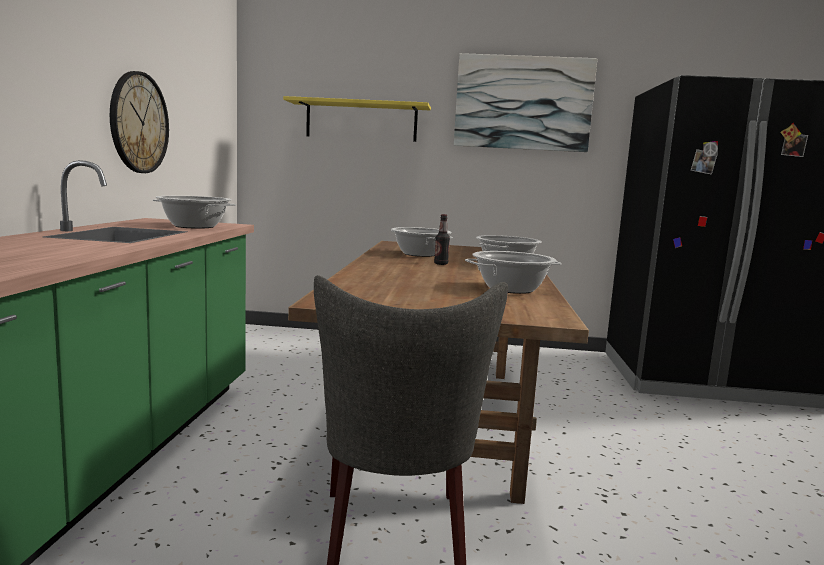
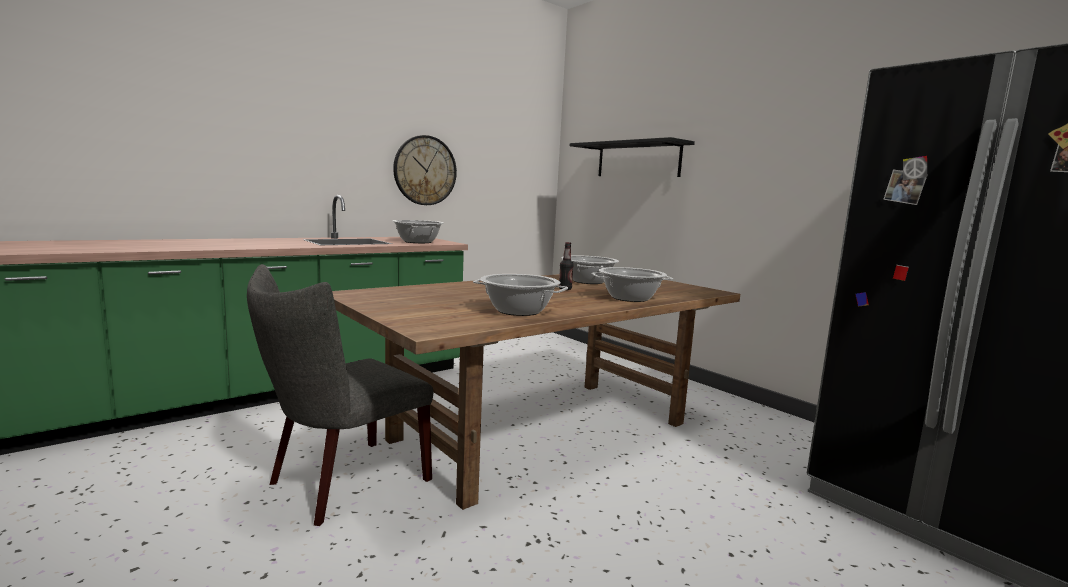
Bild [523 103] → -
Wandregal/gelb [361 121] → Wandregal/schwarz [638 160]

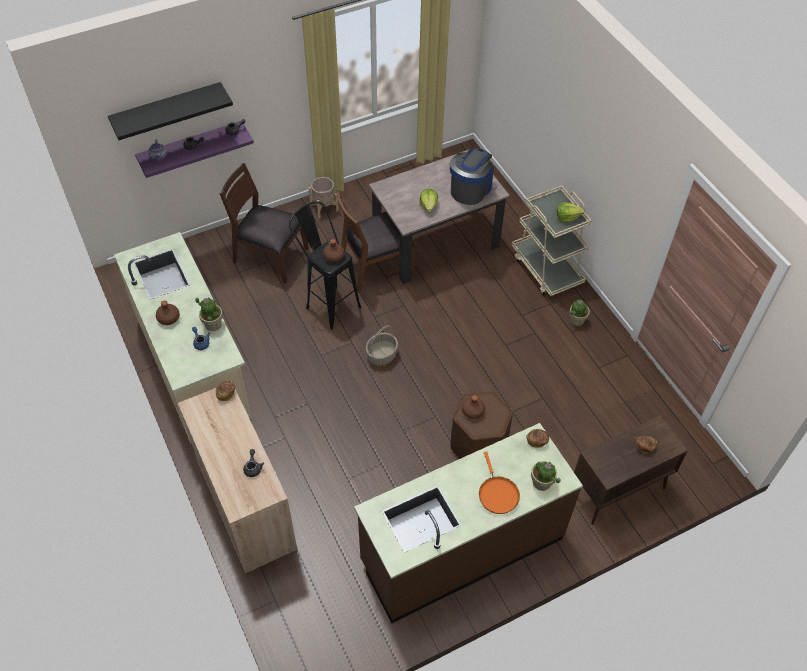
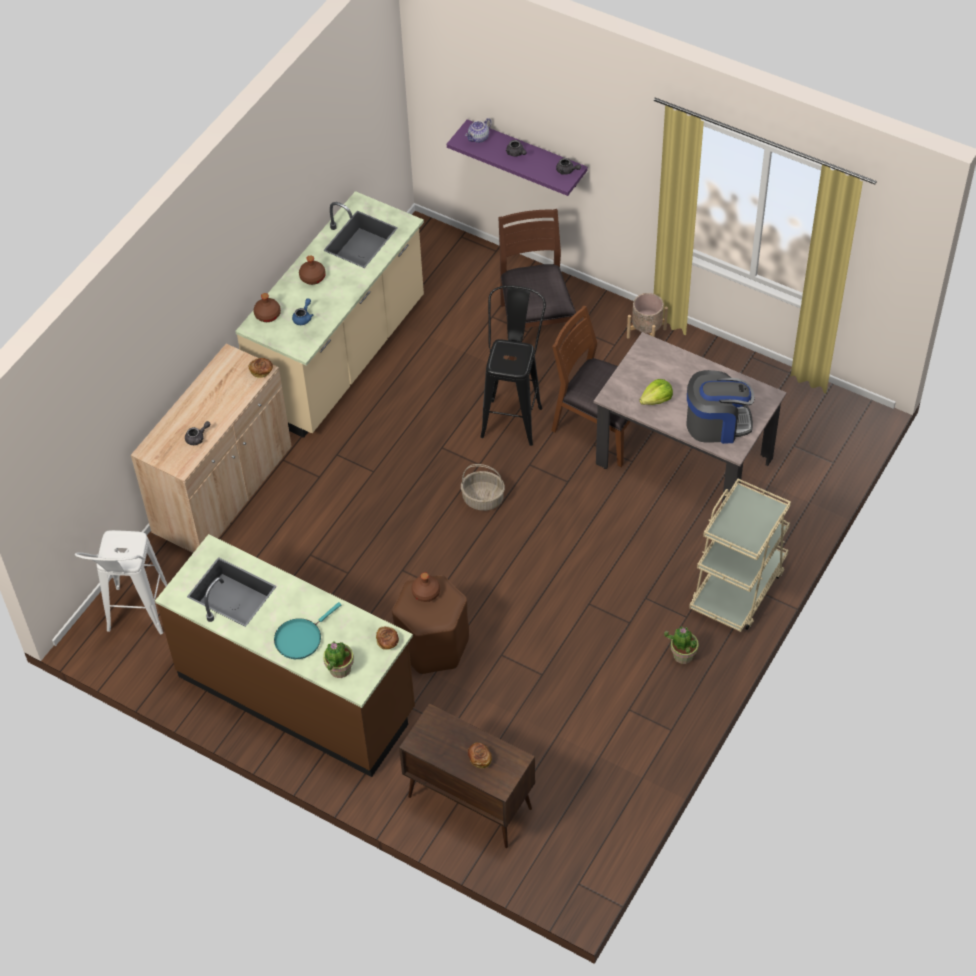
Wandregal/schwarz [167 109] → -
Salatkopf [567 217] → -
Flasche/braun [333 256] → Flasche/braun [267 314], relocated
Topfpflanze [213 324] → -
Pfanne/orange [497 494] → Pfanne/türkis [300 638]
- → Hocker/weiß [137 620]

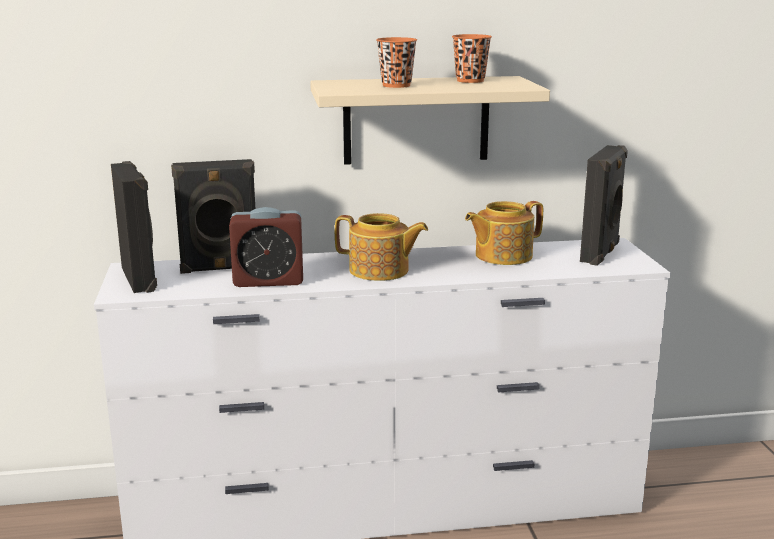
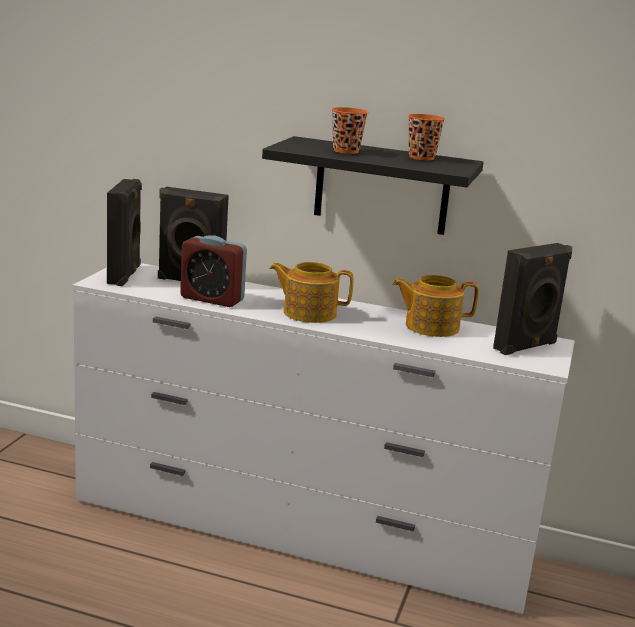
Wandregal/beige [416 120] → Wandregal/schwarz [382 186]
Teekanne [380 271] → Teekanne [308 313], 150 degrees clockwise

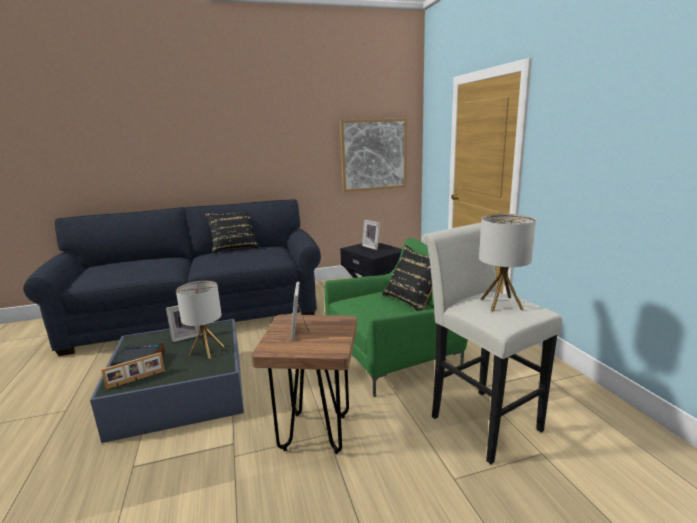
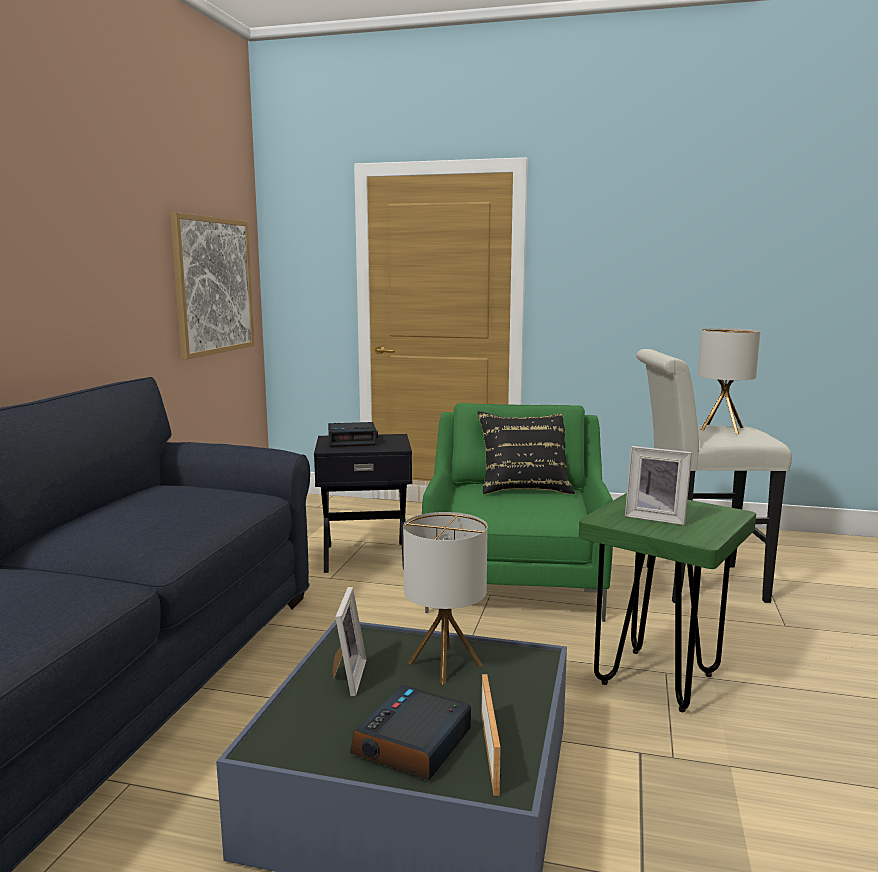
Kissen/schwarz [234 248] → -
Bilderrahmen [372 247] → Wecker [352 441]
Hocker/braun [315 433] → Hocker/grün [657 679]

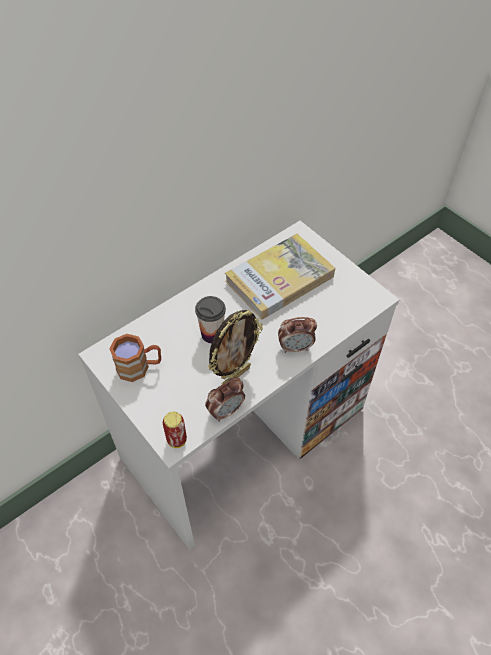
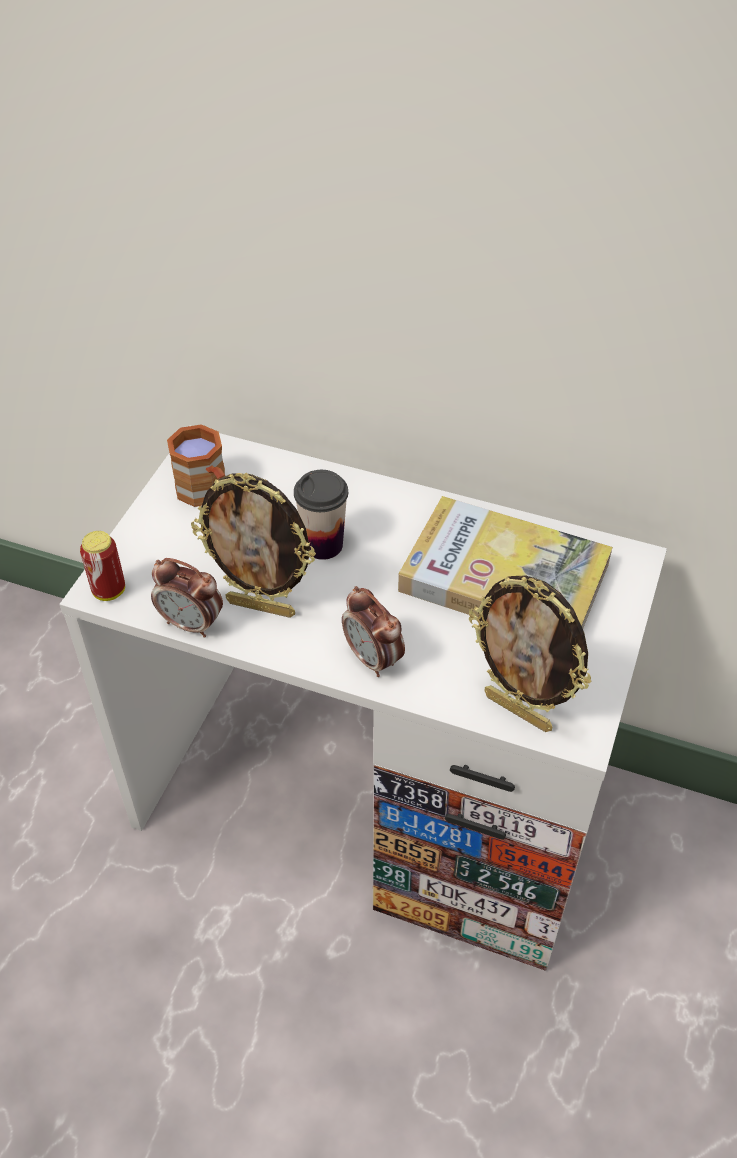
- → Bilderrahmen [519 711]

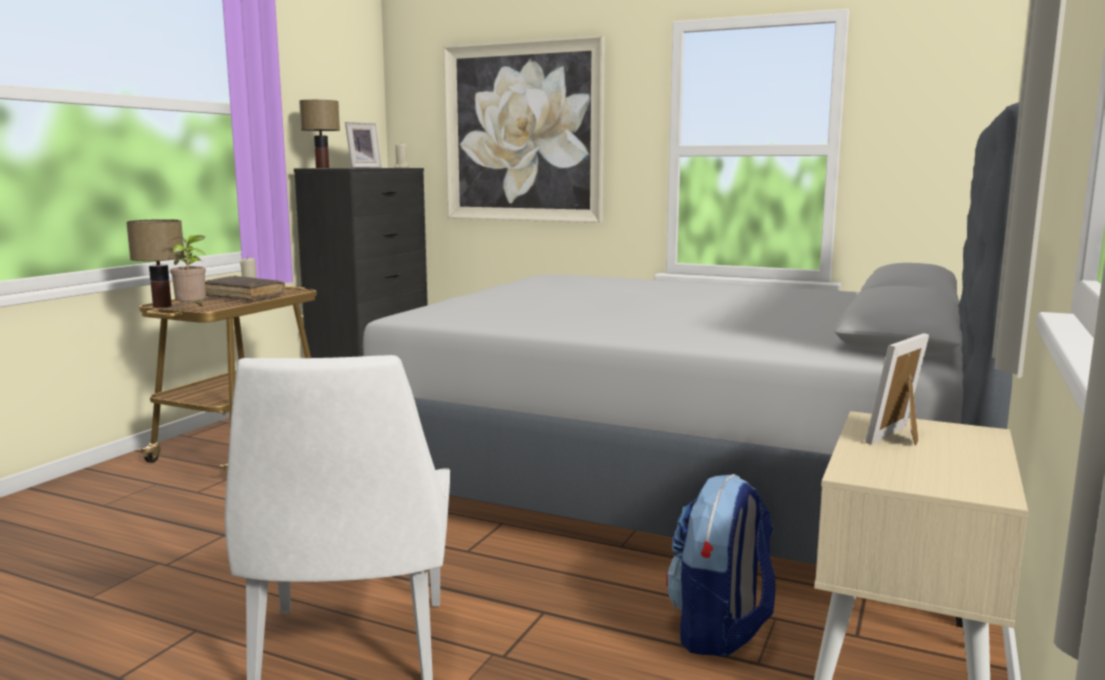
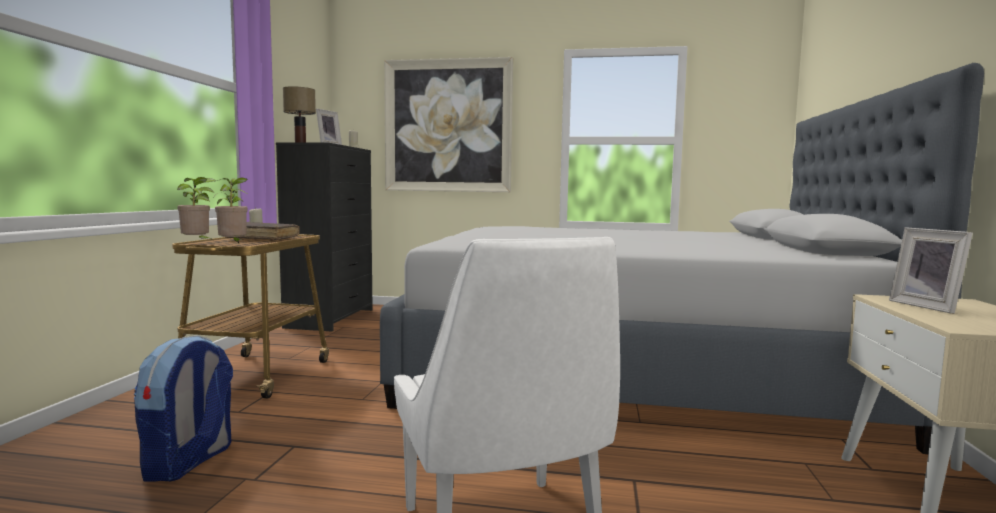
Tischlampe [163 306] → Topfpflanze [198 243]
Bilderrahmen [901 438] → Bilderrahmen [929 306], 45 degrees counterclockwise
Rucksack [720 630] → Rucksack [189 462], relocated

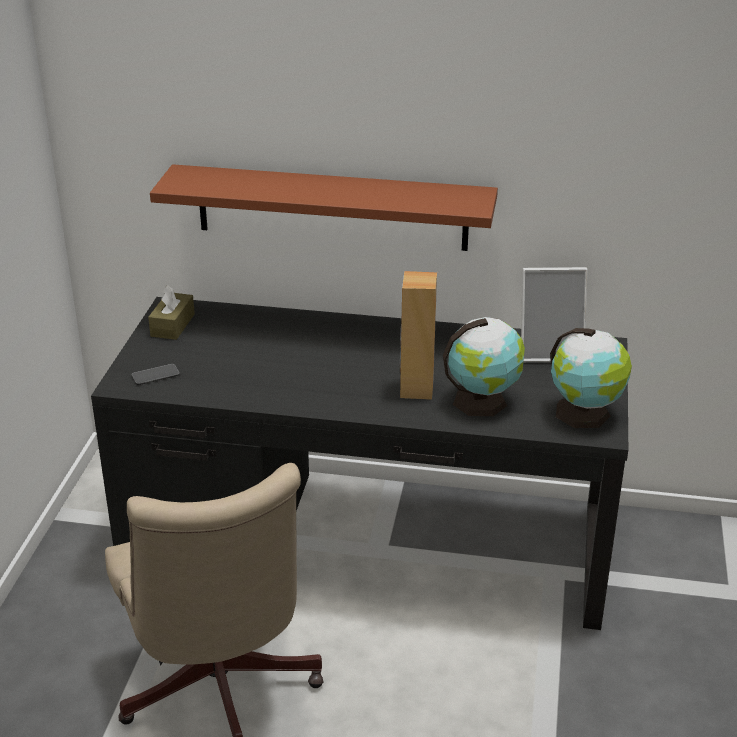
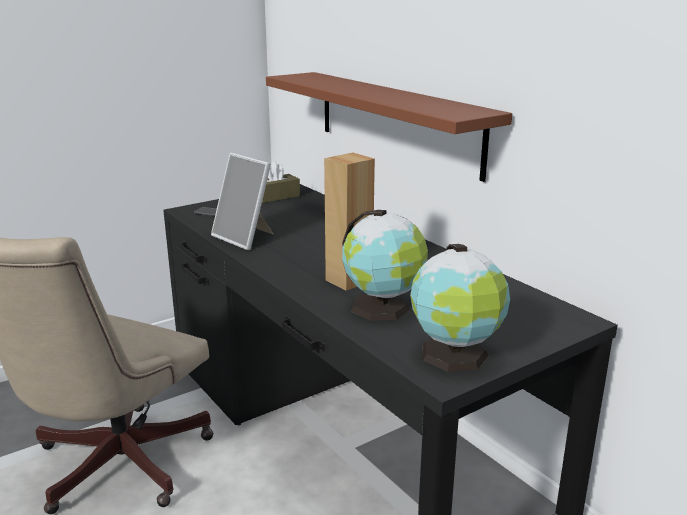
Bilderrahmen [550 351] → Bilderrahmen [246 238], relocated

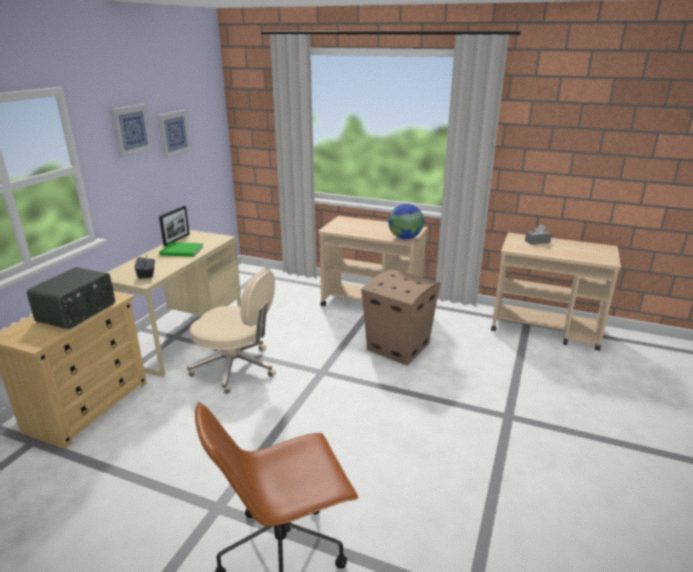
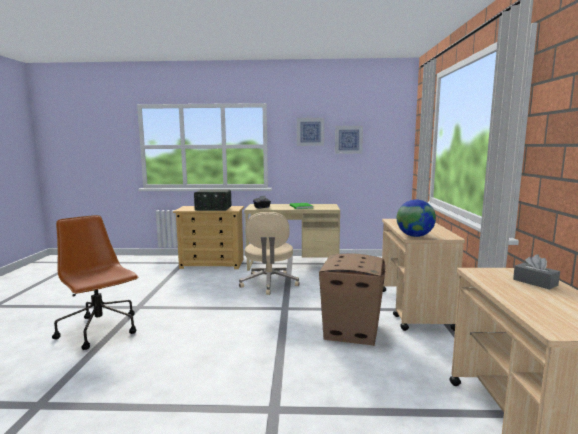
Bilderrahmen [177 240] → -

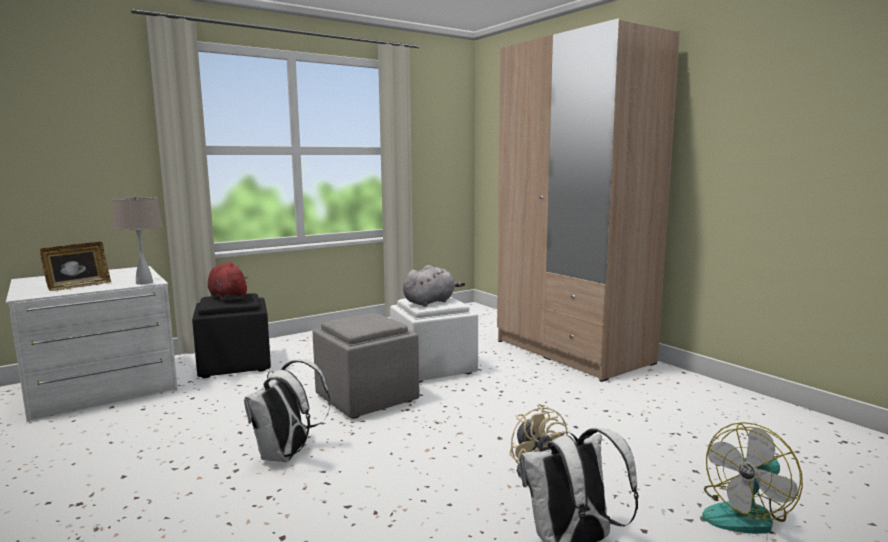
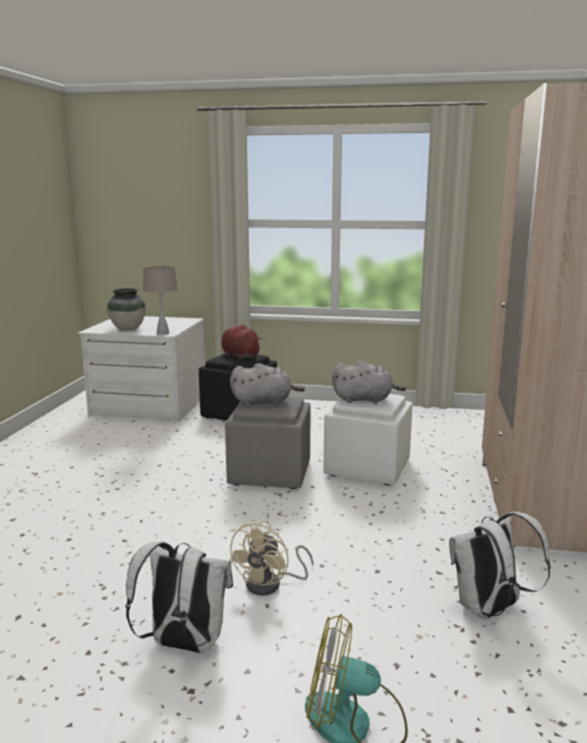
Bilderrahmen [78 286] → Vase [128 328]
Plüschtier/rot [227 297] → Plüschtier/rot [239 355], 45 degrees counterclockwise
Rucksack/weiß [286 455] → Rucksack/weiß [489 610], relocated
- → Plüschtier/grau [264 402]

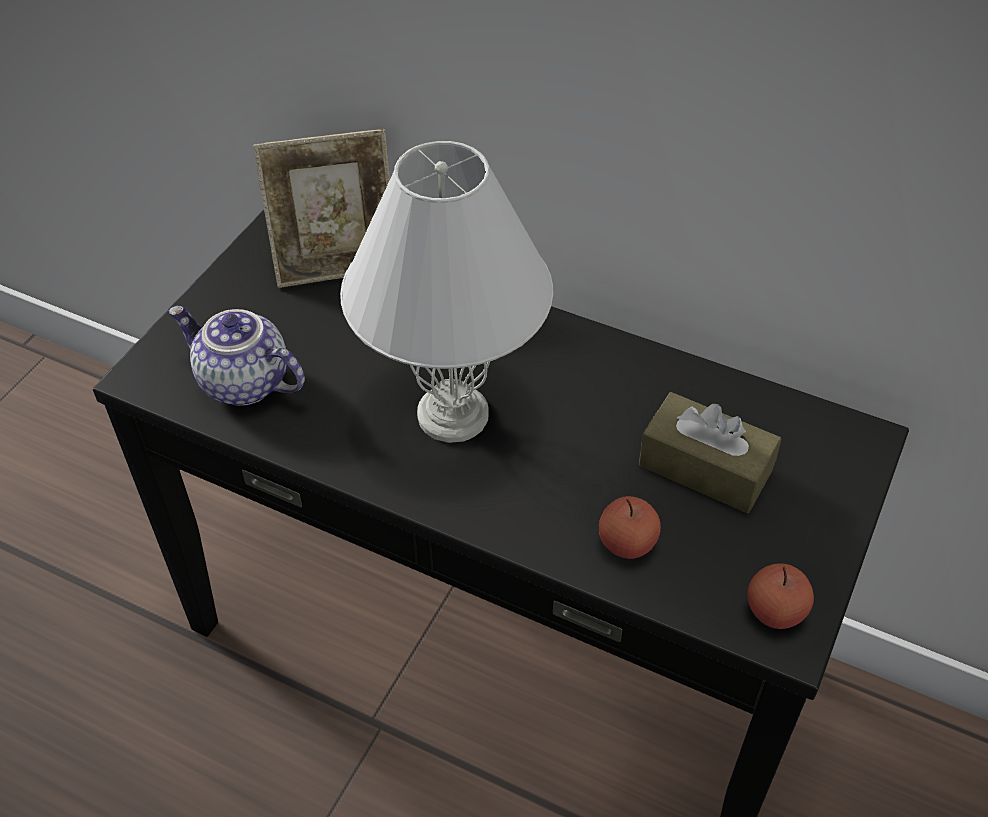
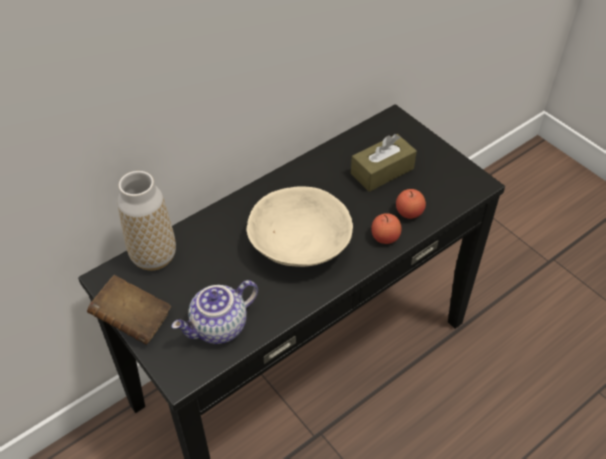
Bilderrahmen [337 263] → Vase [154 257]
Tischlampe/weiß [454 415] → Schüssel/beige [299 245]
Apfel [775 611] → Apfel [385 237], relocated
- → Buch/braun [133 320]

